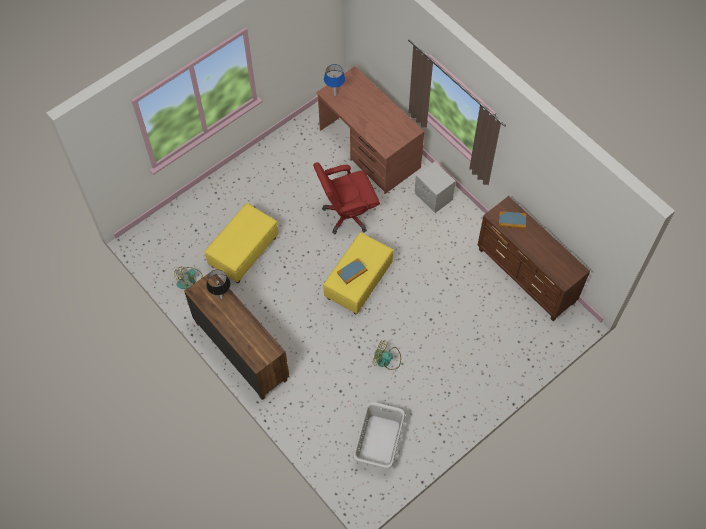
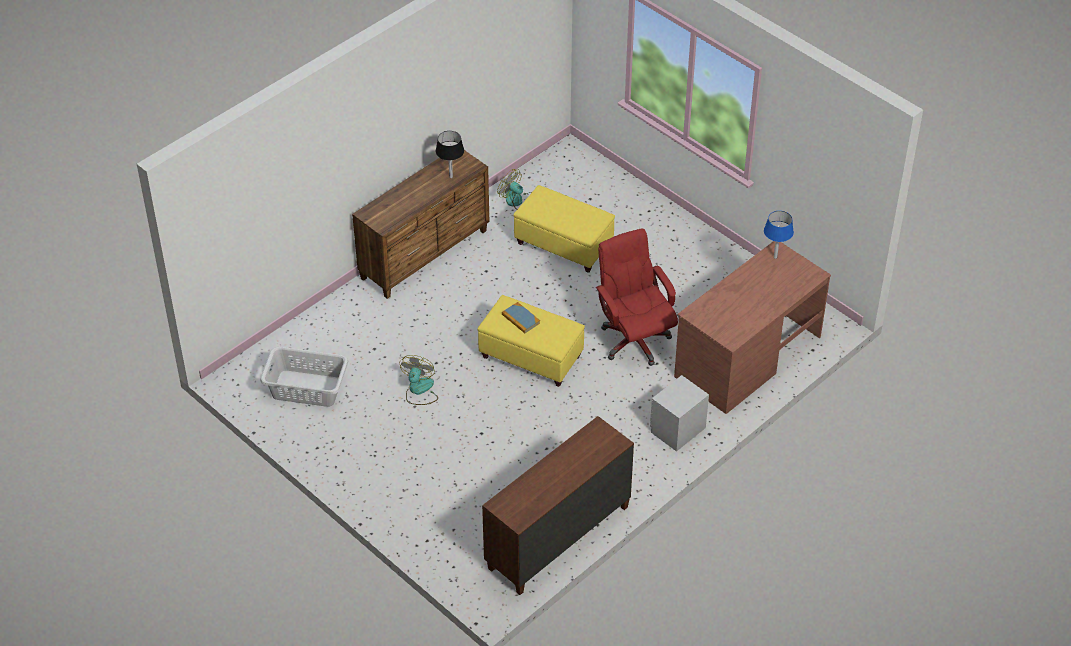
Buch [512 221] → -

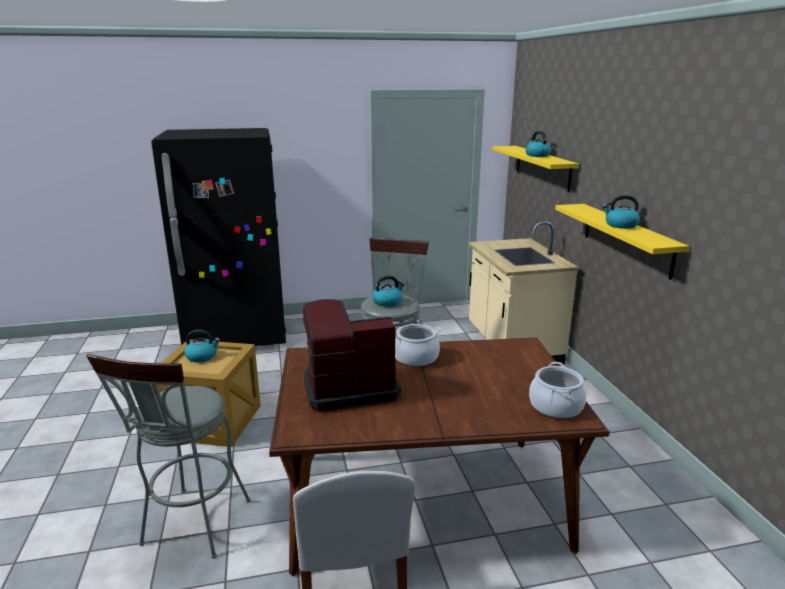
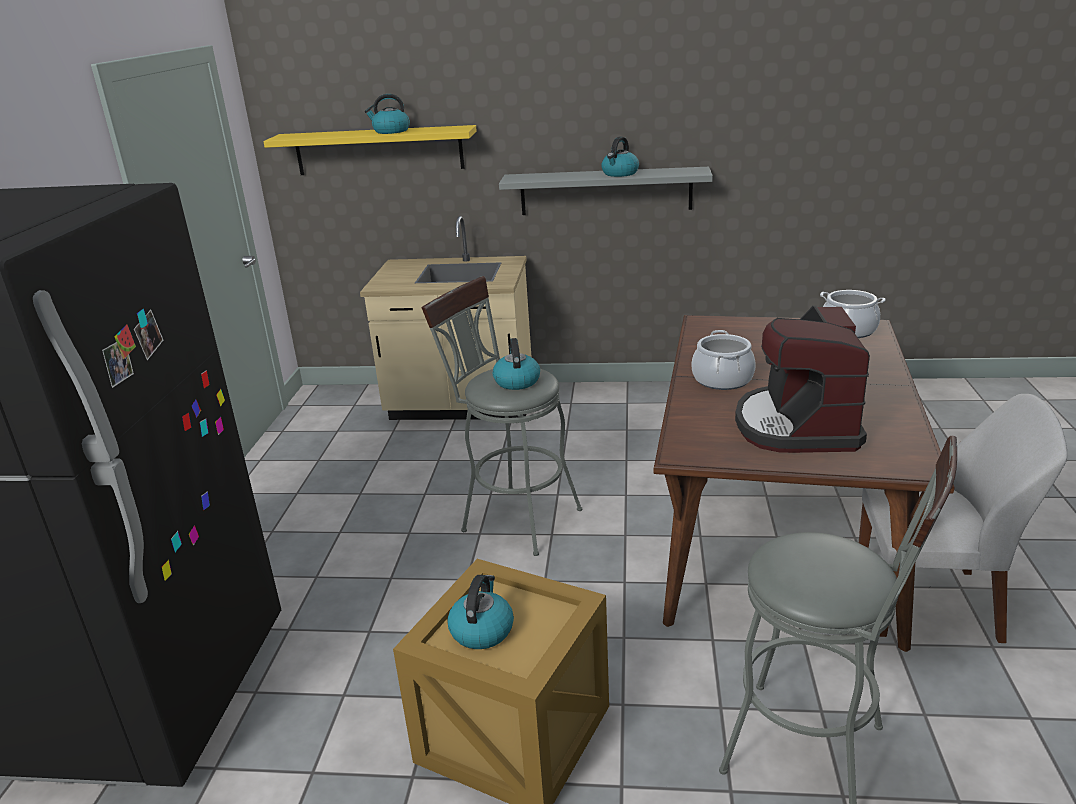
Wandregal/gelb [626 239] → Wandregal/grau [605 191]

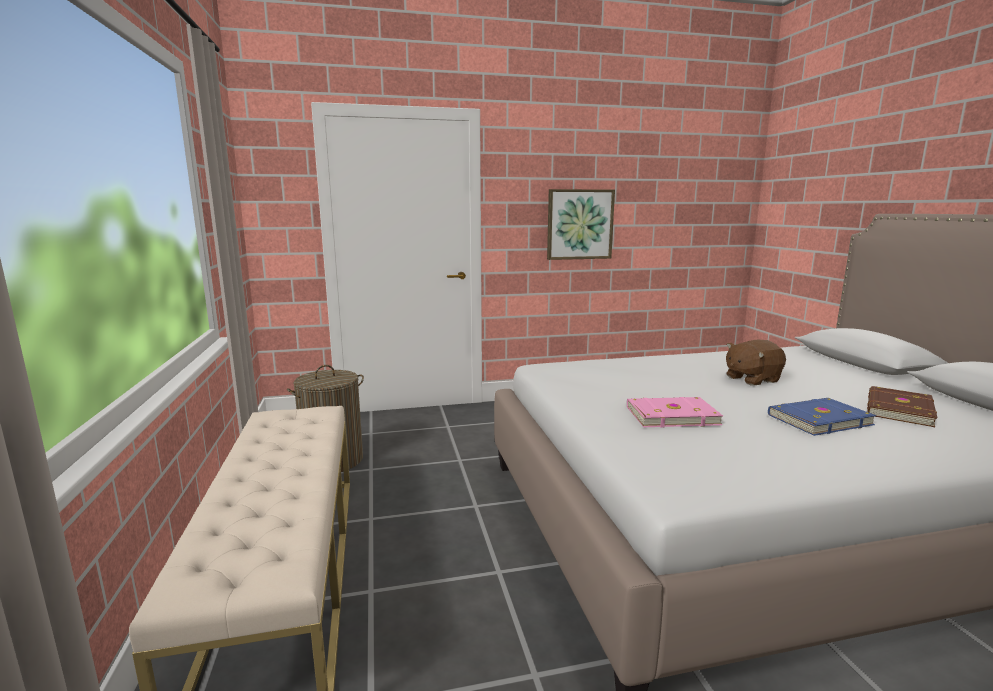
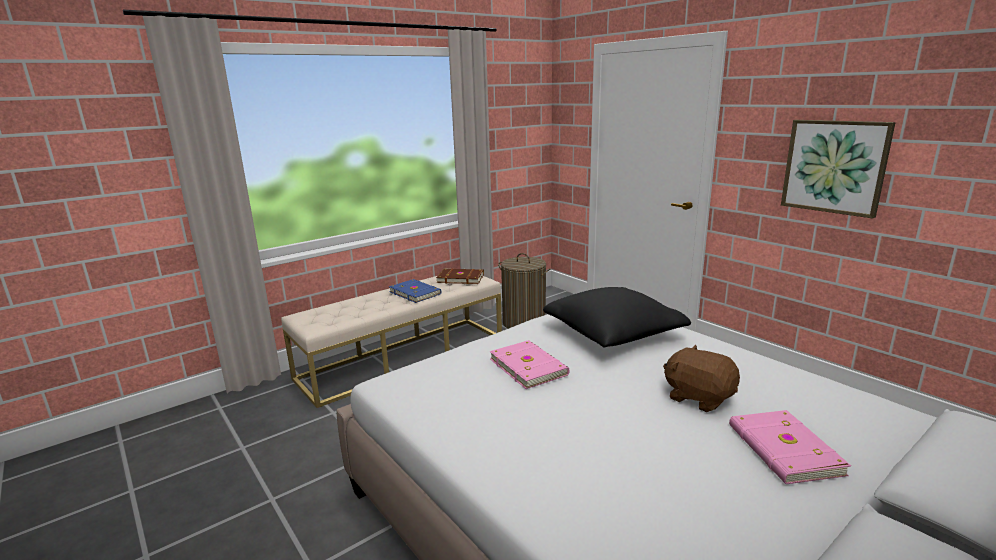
Buch/braun [897 409] → Buch/braun [460 278], relocated
Buch/blau [817 419] → Buch/blau [415 292], relocated
- → Kissen/schwarz [613 333]
- → Buch/rosa [783 450]

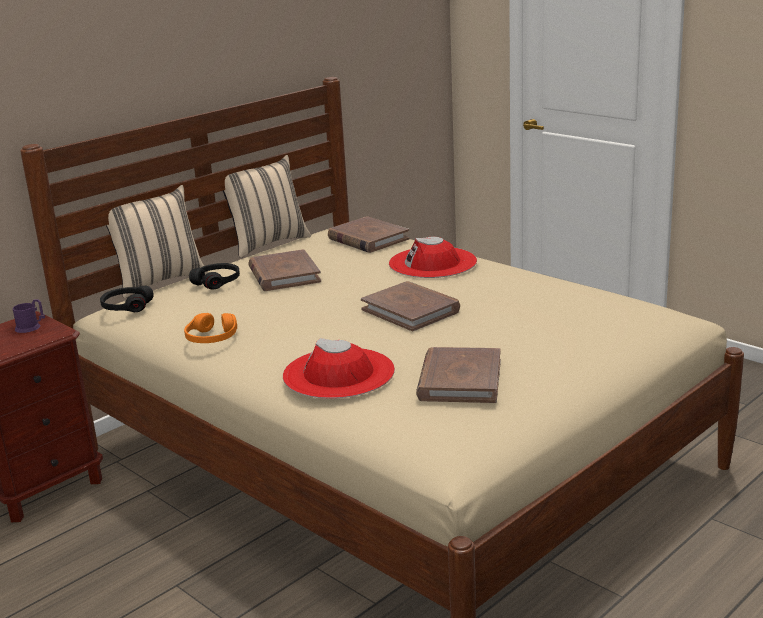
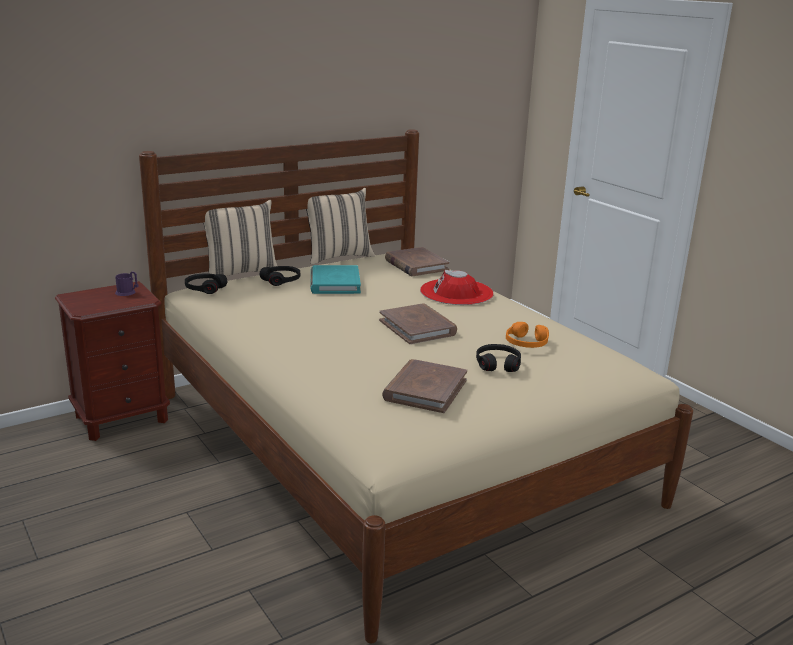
Buch/braun [284 275] → Buch/türkis [335 283]
Kopfhörer/orange [211 338] → Kopfhörer/orange [526 343], relocated
Hut/rot [339 373] → -
- → Kopfhörer/schwarz [498 364]

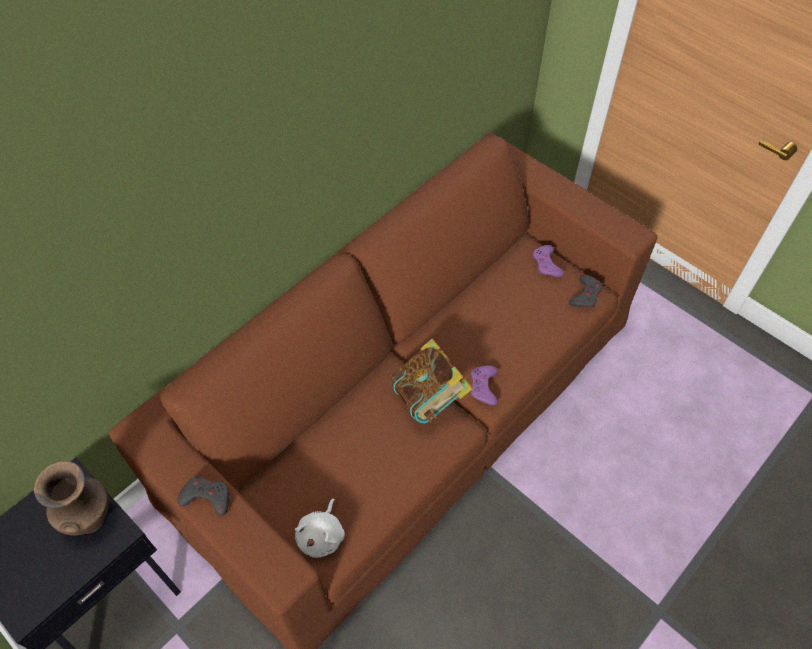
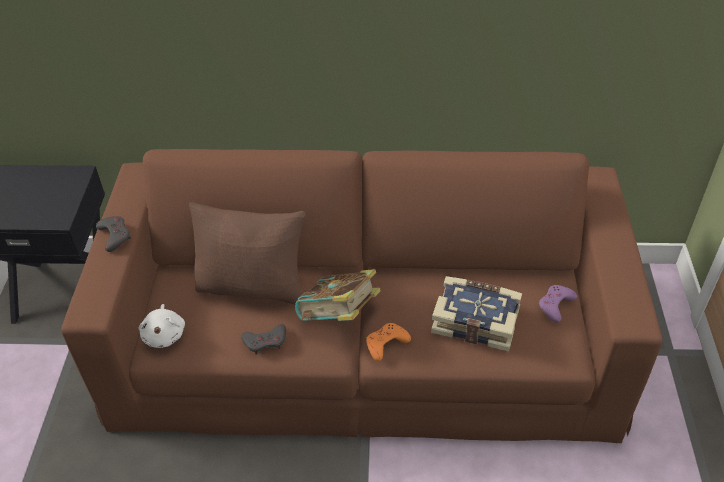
Gamepad/grau [585 295] → Gamepad/grau [265 341], relocated
Gamepad/lila [483 387] → Gamepad/orange [386 343]
Vase/braun [90 518] → -
Plüschtier/weiß [322 535] → Plüschtier/weiß [165 334], 75 degrees counterclockwise
- → Kissen/braun [253 286]
- → Buch [476 320]

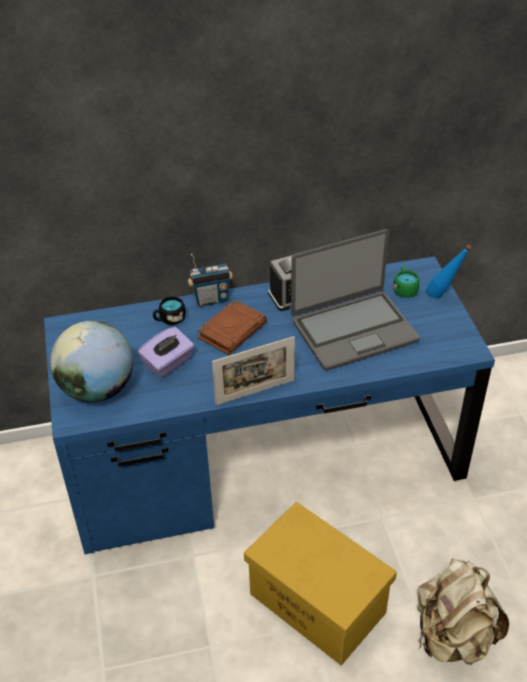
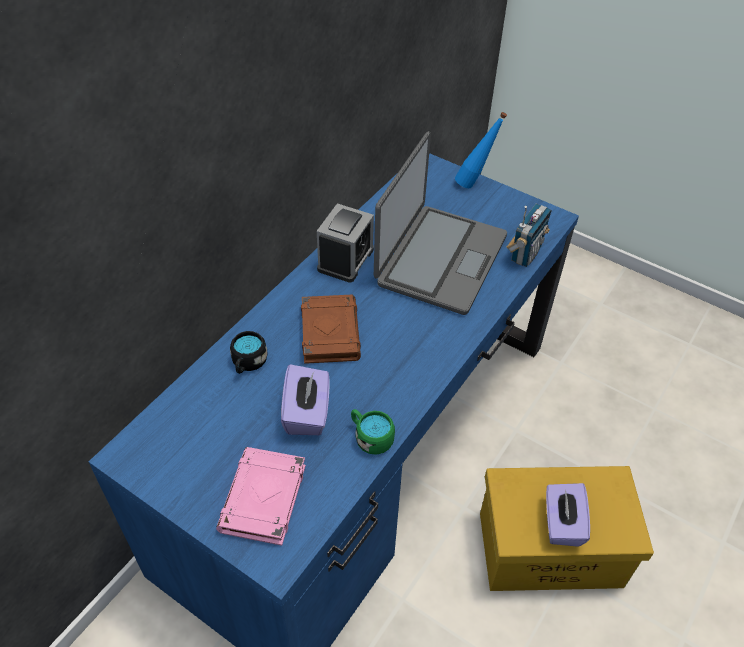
Radio [211 300] → Radio [525 254], relocated
Henkelbecher/grün [404 289] → Henkelbecher/grün [370 437], relocated
Globus [97 389] → Buch/rosa [263 500]
Bilderrahmen [255 392] → -
Rucksack/beige [452 636] → -
- → Taschentuchbox/lila [562 523]

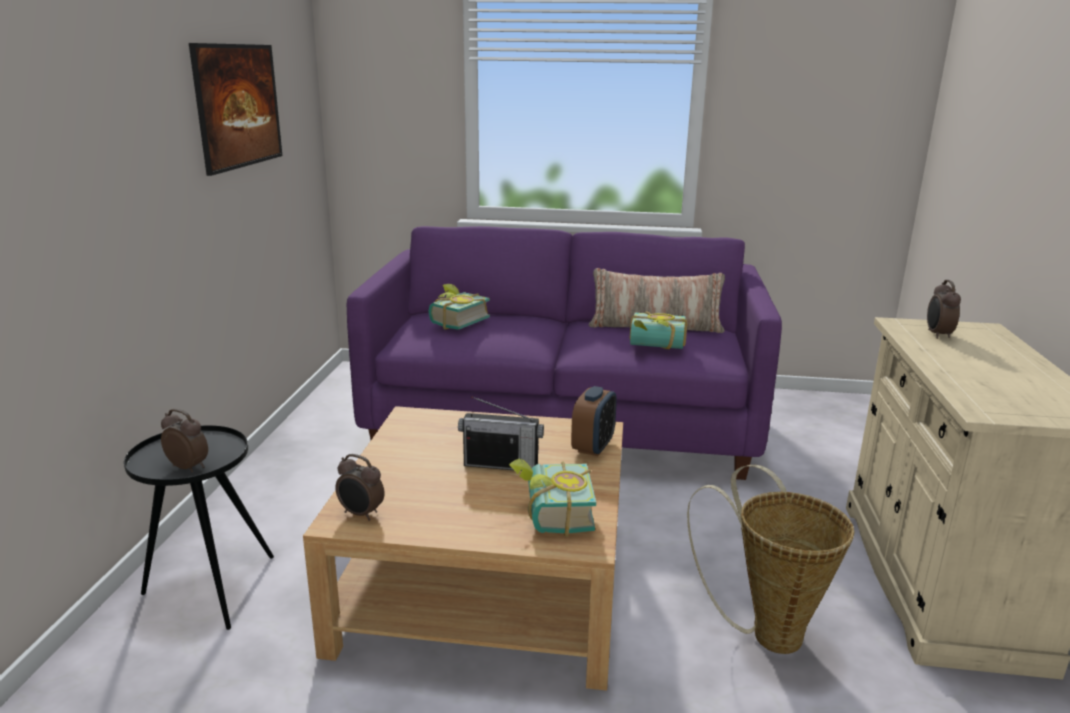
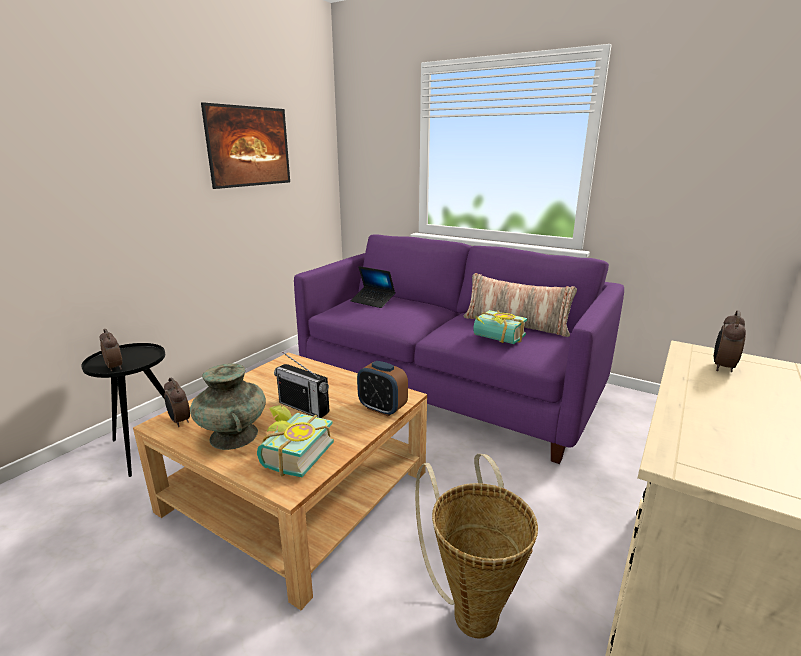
Buch [455 321] → Laptop [373 301]
Wecker [593 447] → Wecker [382 408], 75 degrees clockwise
- → Vase/türkis [234 436]

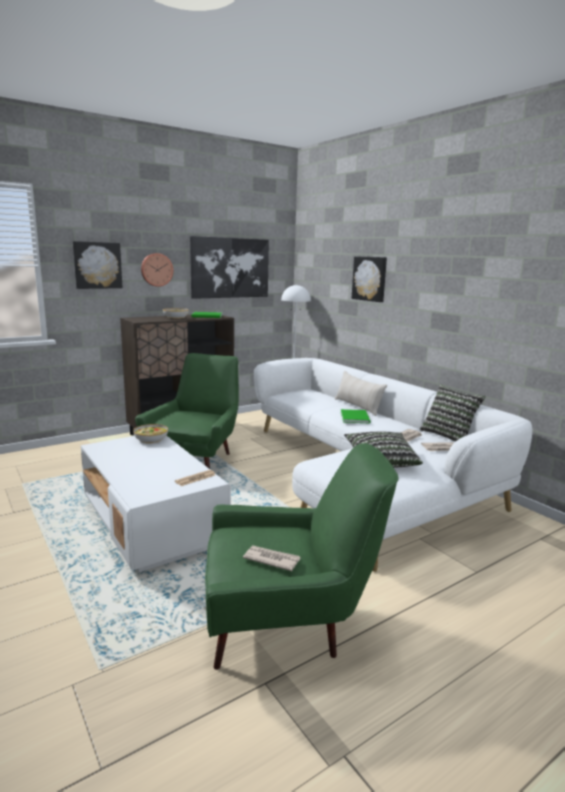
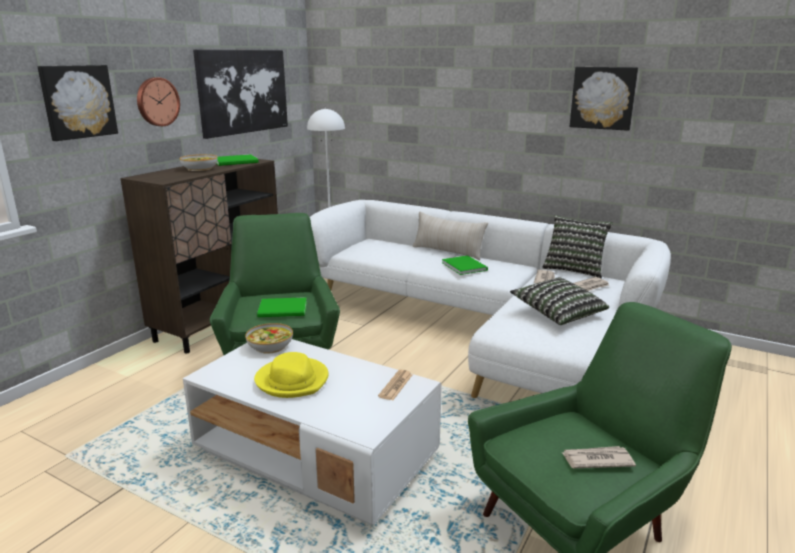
Bild [370 278] → Bild [603 98], relocated
- → Buch/grün [284 309]
- → Hut/gelb [292 380]

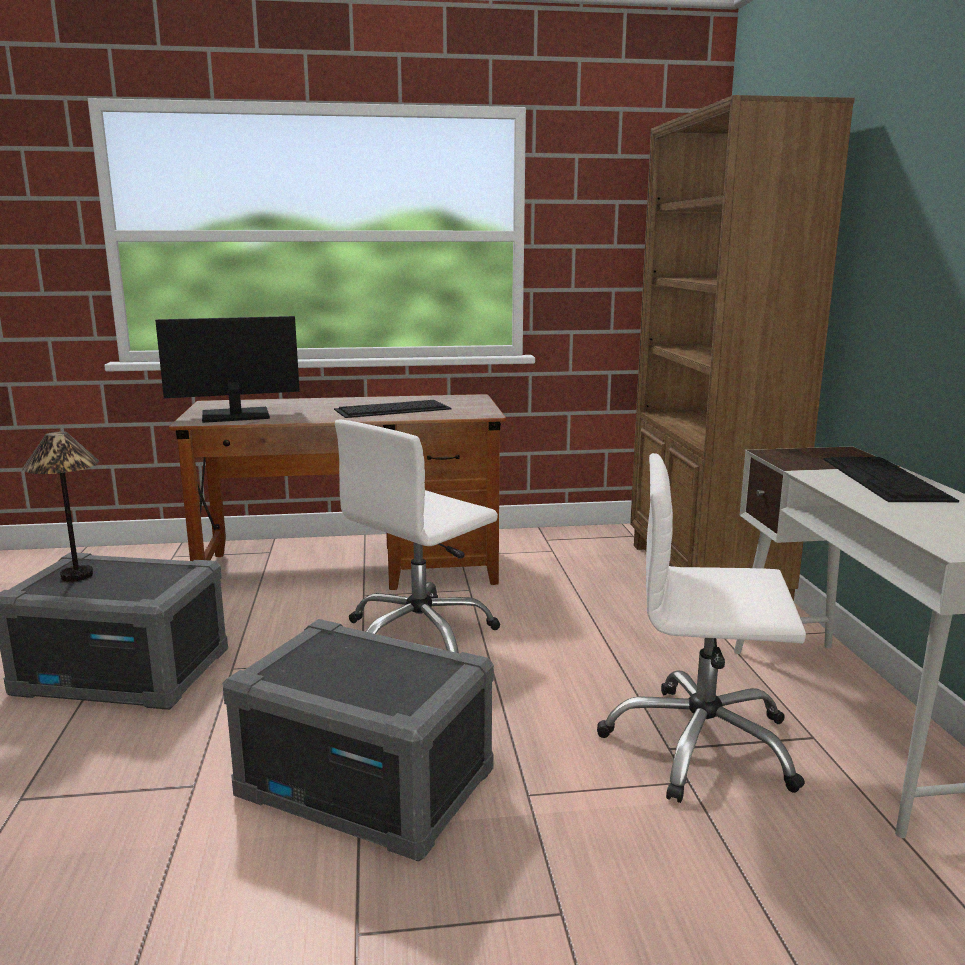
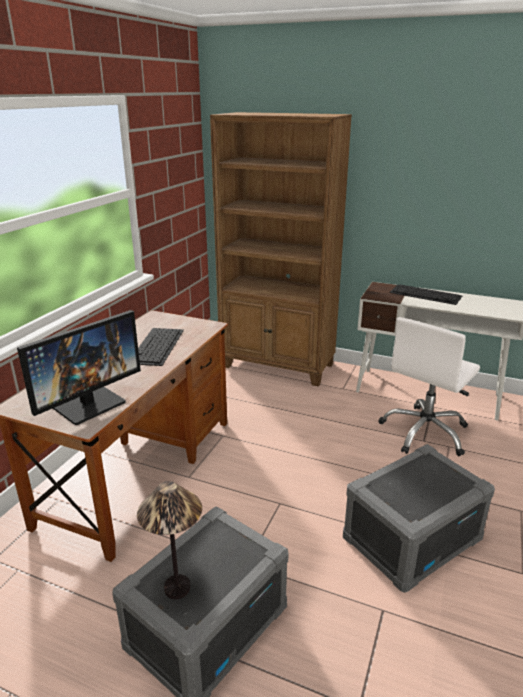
Monitor [234 415] → Monitor [89 404], 150 degrees counterclockwise
Bürostuhl/weiß [420 635] → -

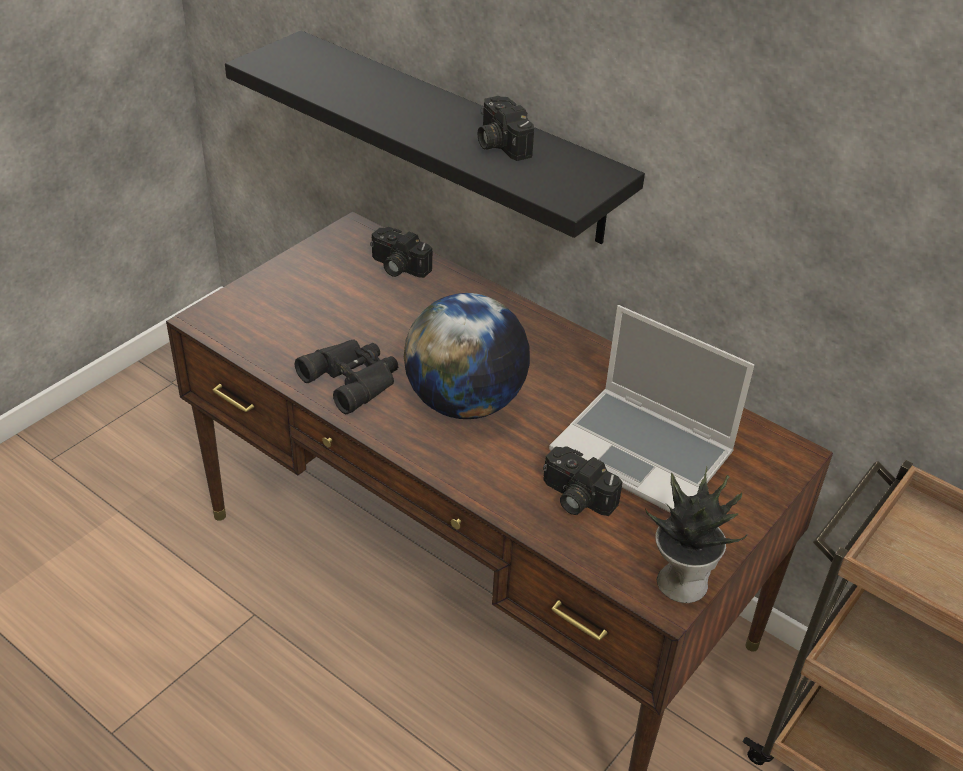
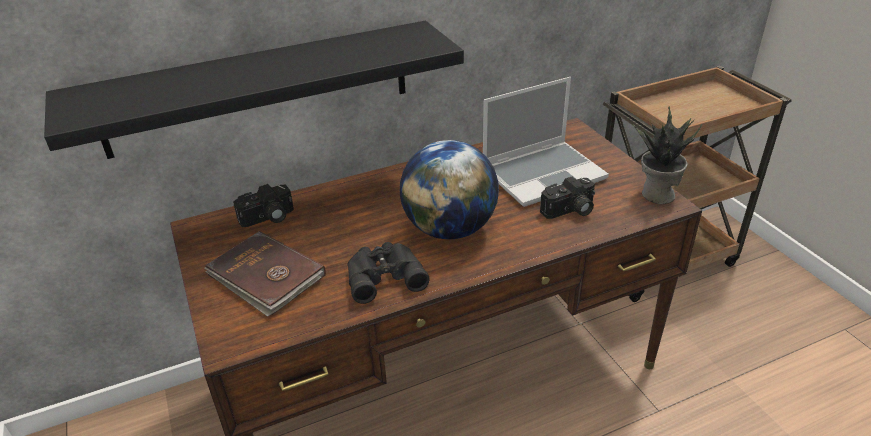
Kamera [498 143] → -
- → Buch/braun [265 277]

